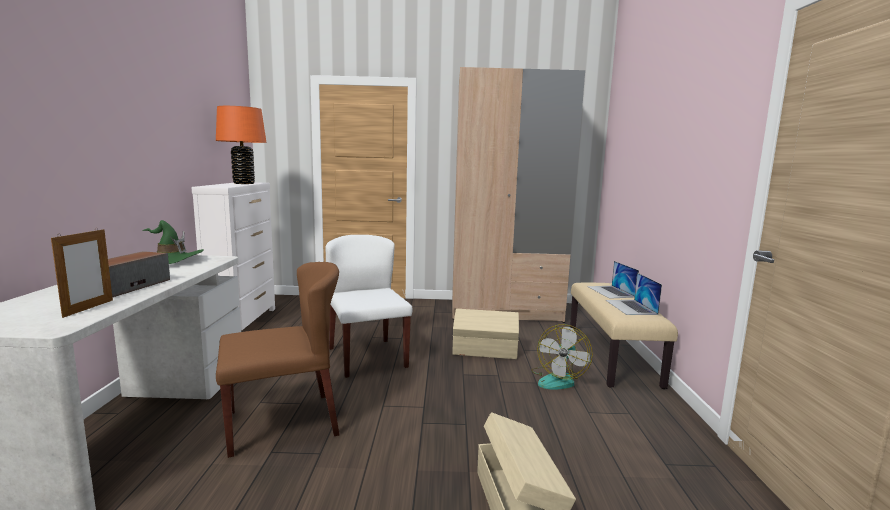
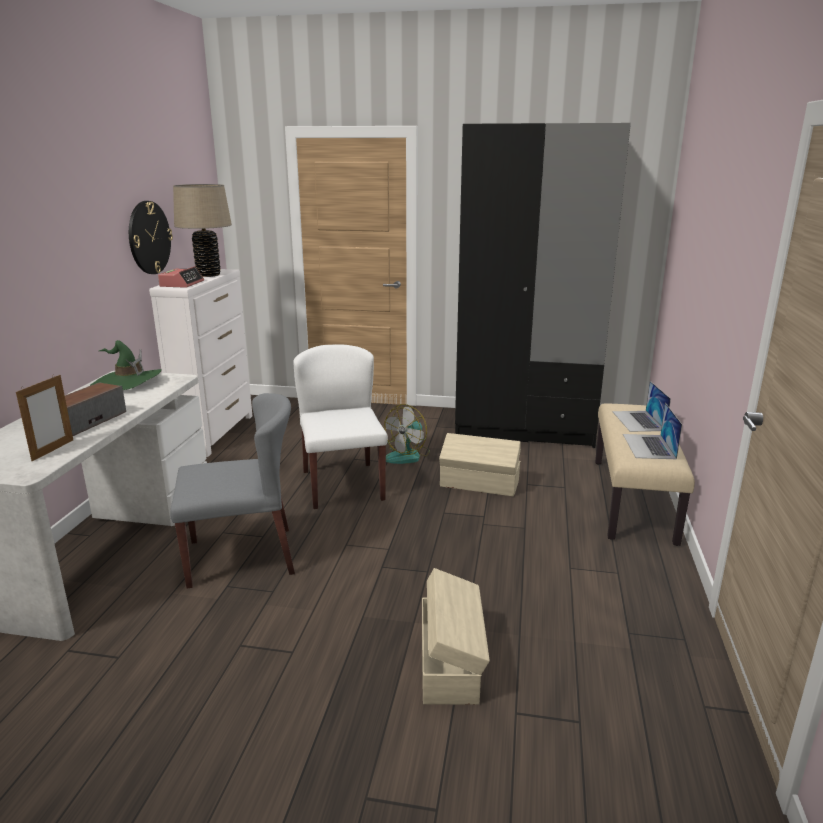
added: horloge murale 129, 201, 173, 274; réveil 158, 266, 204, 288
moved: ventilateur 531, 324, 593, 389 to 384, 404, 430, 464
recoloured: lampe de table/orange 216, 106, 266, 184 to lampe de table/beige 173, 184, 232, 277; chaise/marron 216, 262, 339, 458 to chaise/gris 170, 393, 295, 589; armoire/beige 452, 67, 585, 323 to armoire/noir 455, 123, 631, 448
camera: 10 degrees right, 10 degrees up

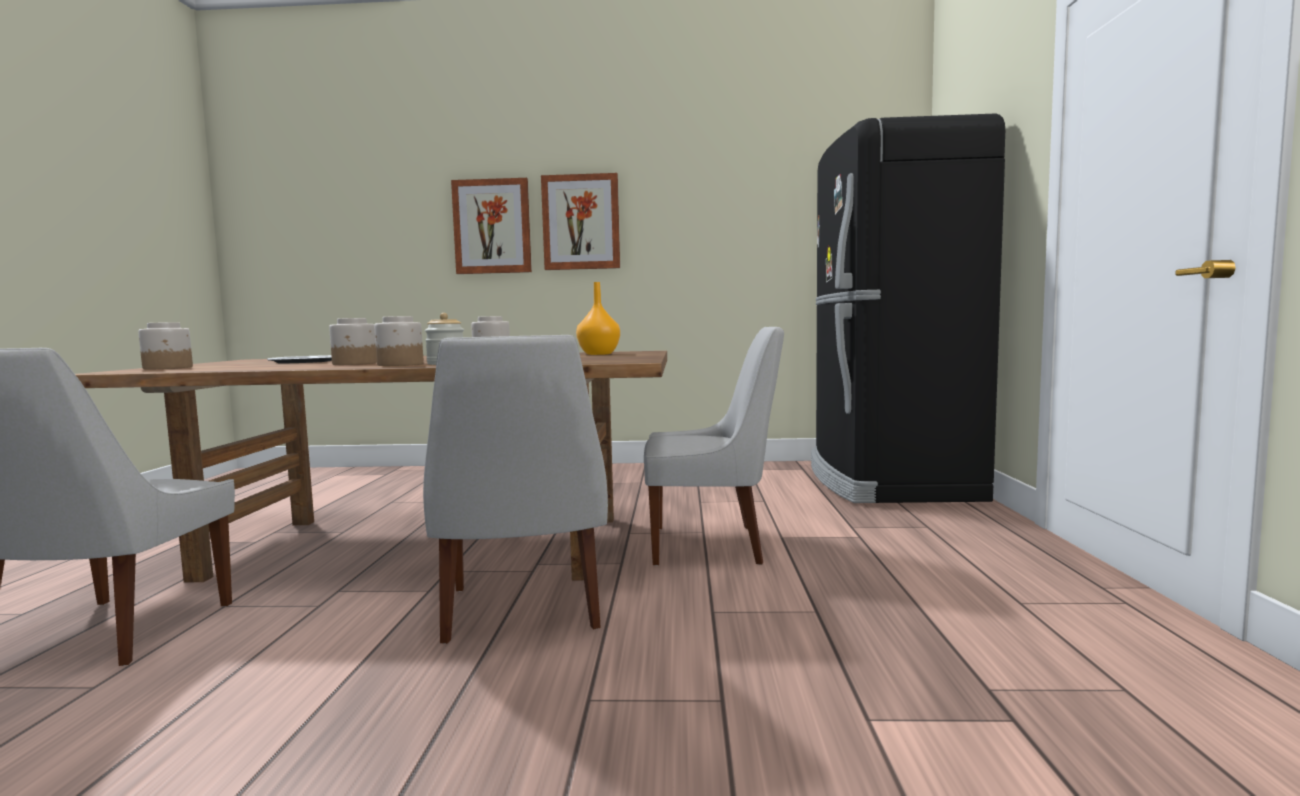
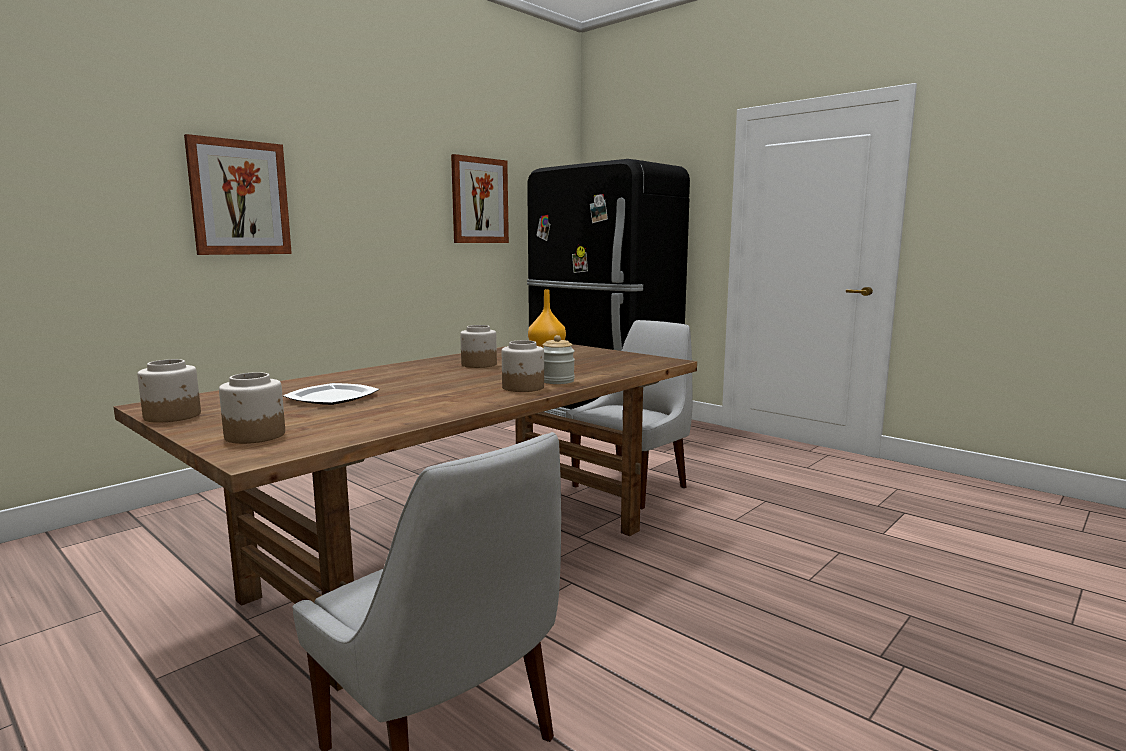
removed: chaise/blanc 423, 335, 608, 644
moved: bocal 329, 318, 377, 365 to 137, 359, 201, 423; tableau 541, 173, 620, 270 to 451, 154, 509, 243
camera: 50 degrees left, 5 degrees up

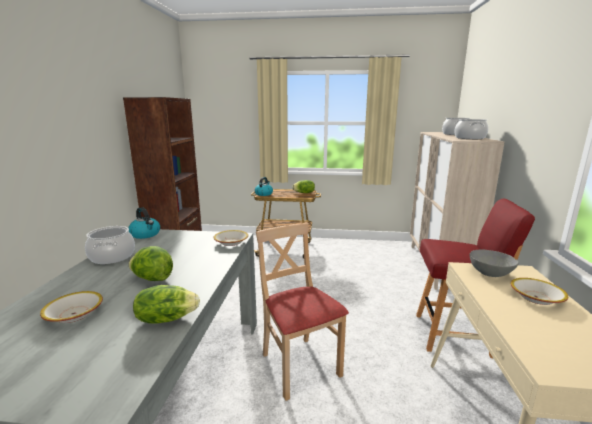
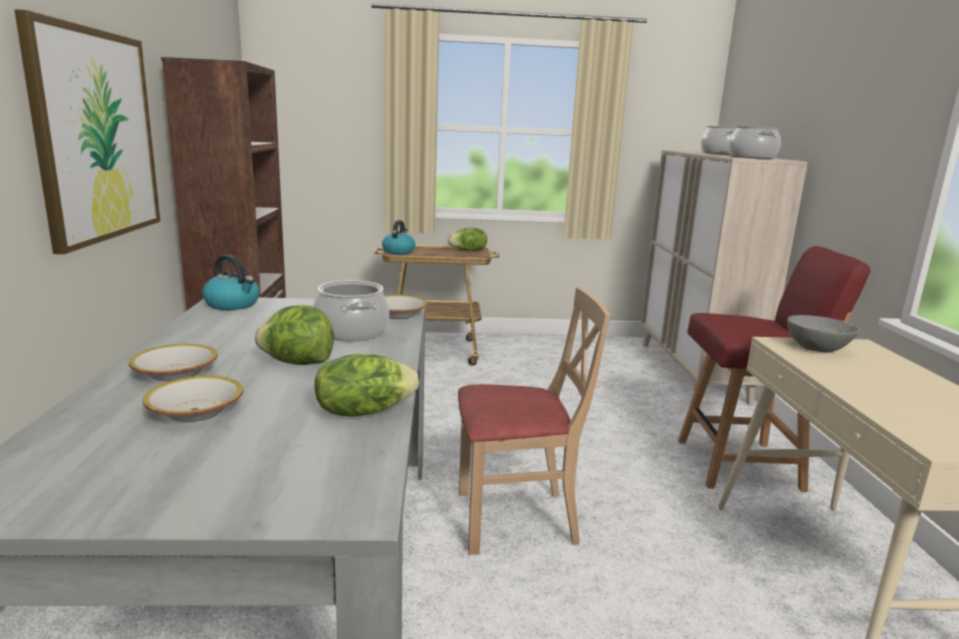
added: tableau 14, 9, 160, 254
moved: marmite 85, 226, 135, 264 to 313, 280, 389, 341; bol 511, 278, 568, 305 to 129, 344, 218, 381
turned: chaise/beige 256, 223, 349, 401 = 458, 287, 611, 555 120 degrees clockwise
camera: 10 degrees left, 0 degrees up

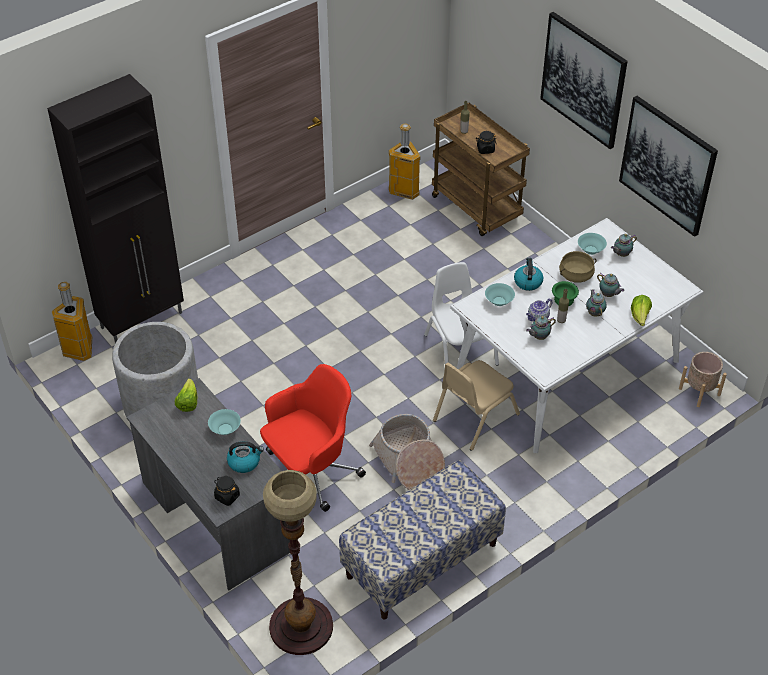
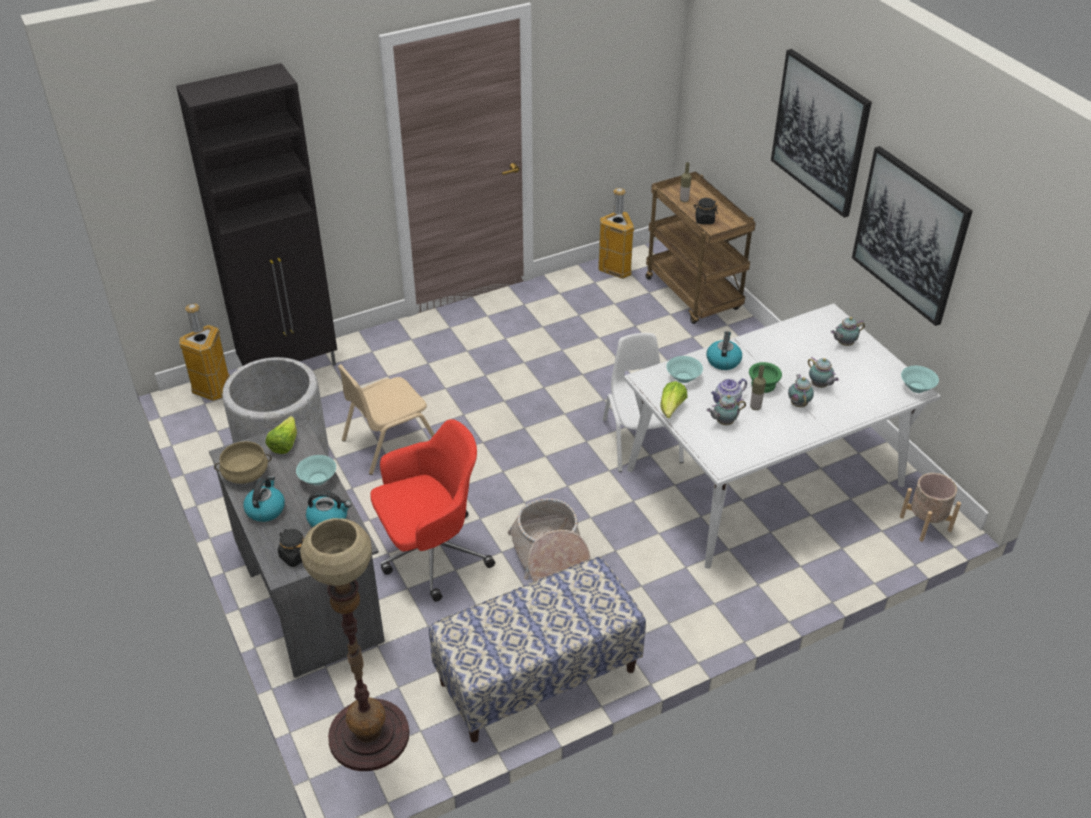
added: bouilloire 243, 476, 285, 522
moved: chaise/beige 433, 360, 520, 451 to 338, 364, 435, 475; marmite/beige 559, 251, 596, 283 to 214, 441, 272, 484; bol/turquoise 578, 233, 607, 255 to 901, 366, 939, 393; laitue 631, 295, 652, 326 to 661, 381, 687, 418
camera: 10 degrees right, 5 degrees down

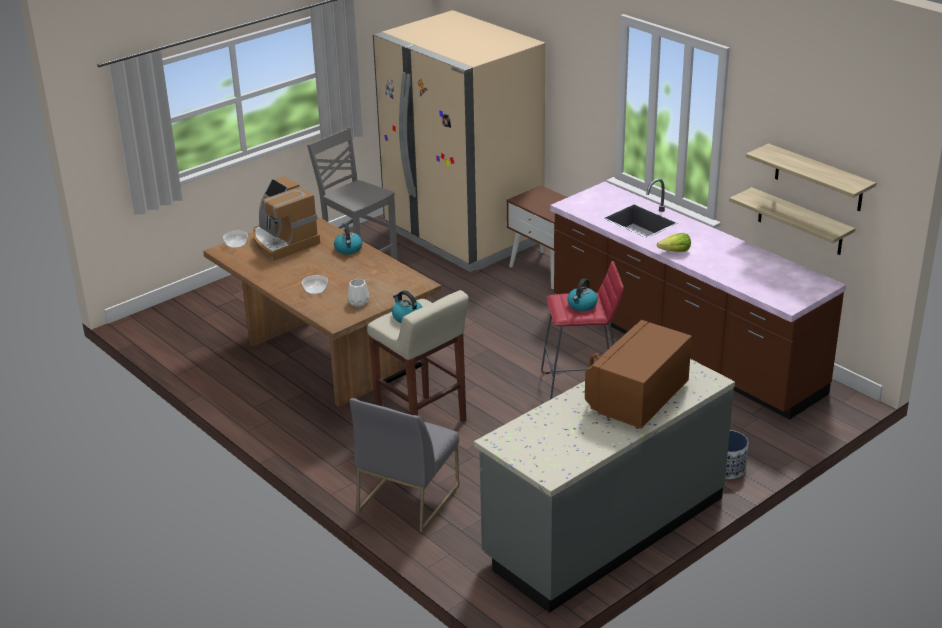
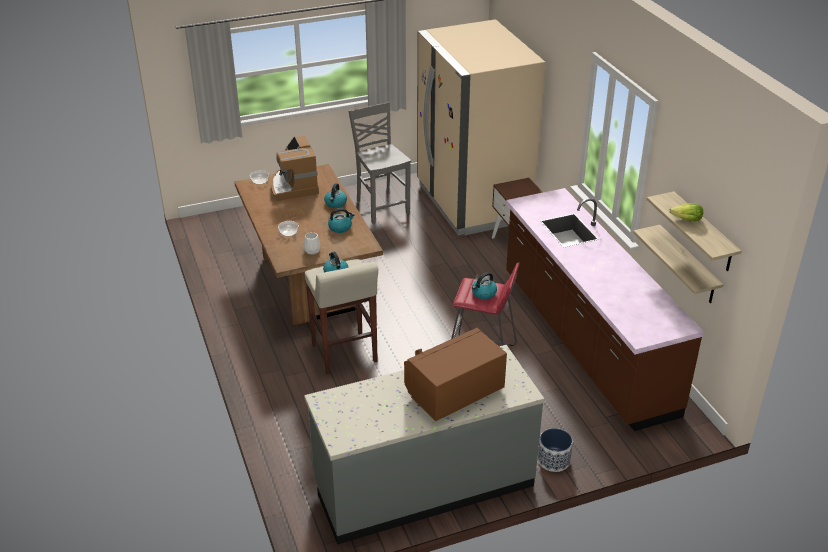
removed: chaise/gris 350, 398, 459, 532
added: bouilloire 328, 208, 355, 233
moved: laitue 657, 233, 691, 252 to 670, 203, 703, 222
camera: 20 degrees right, 5 degrees up

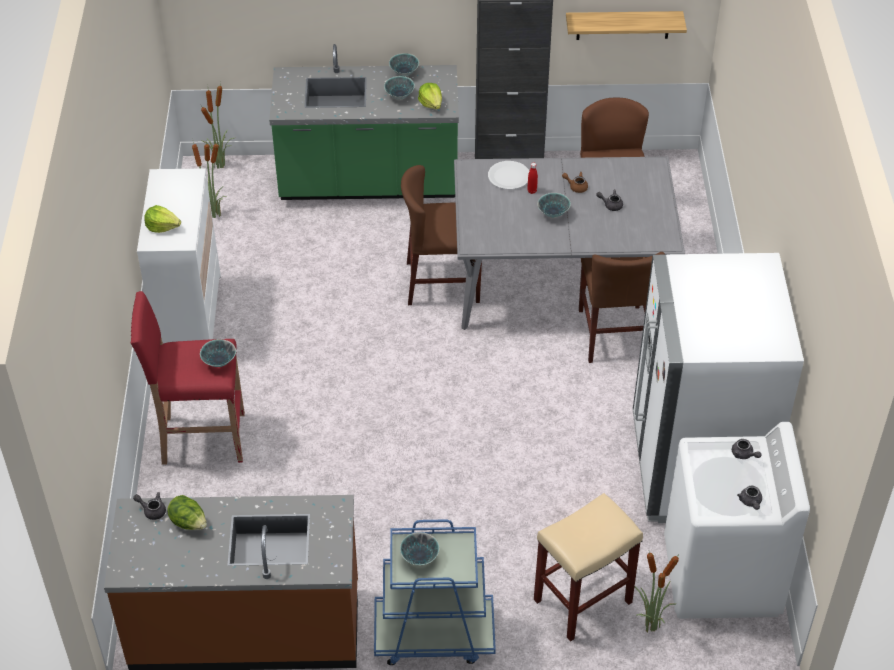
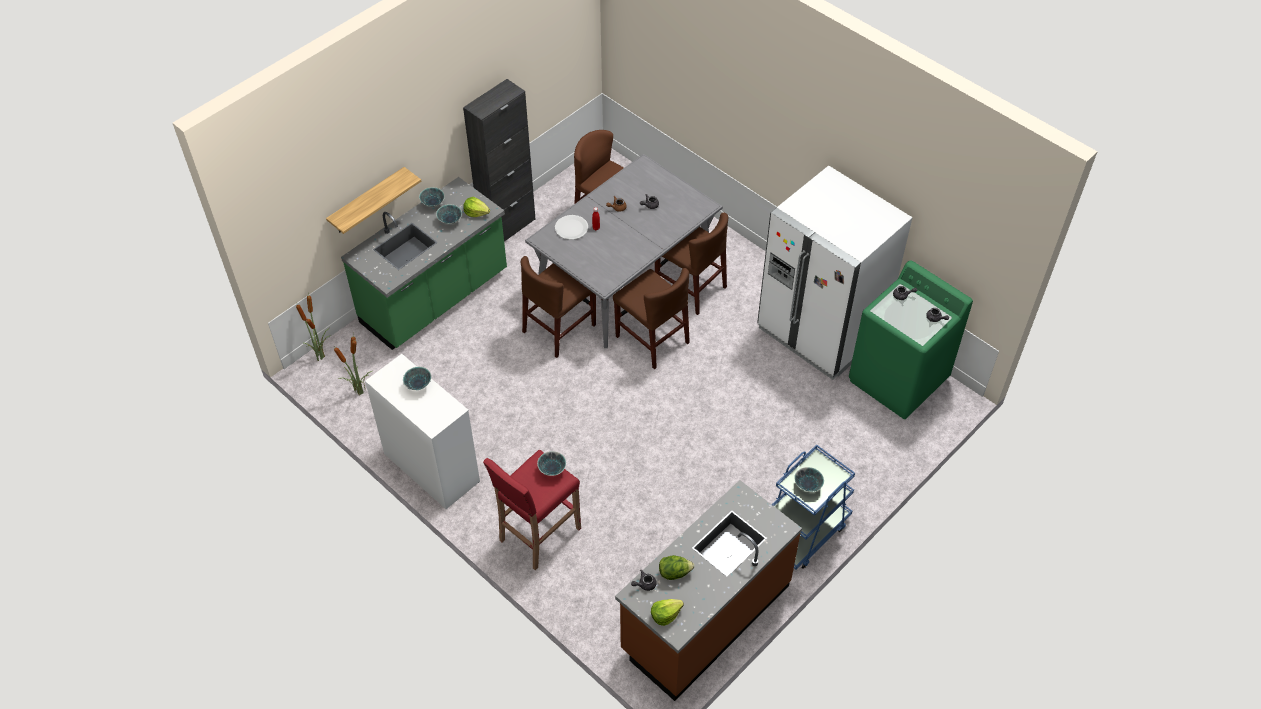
removed: tabouret/beige 534, 493, 643, 642; plante en pot 634, 552, 680, 633
added: chaise/marron 613, 268, 690, 369
moved: laitue 144, 205, 181, 233 to 651, 599, 684, 626; bol 537, 193, 571, 218 to 403, 367, 431, 391; étagère 566, 11, 687, 40 to 326, 167, 421, 234
recoloured: lave-linge/blanc 664, 422, 810, 619 to lave-linge/vert 849, 260, 973, 419
camera: 45 degrees left, 5 degrees up

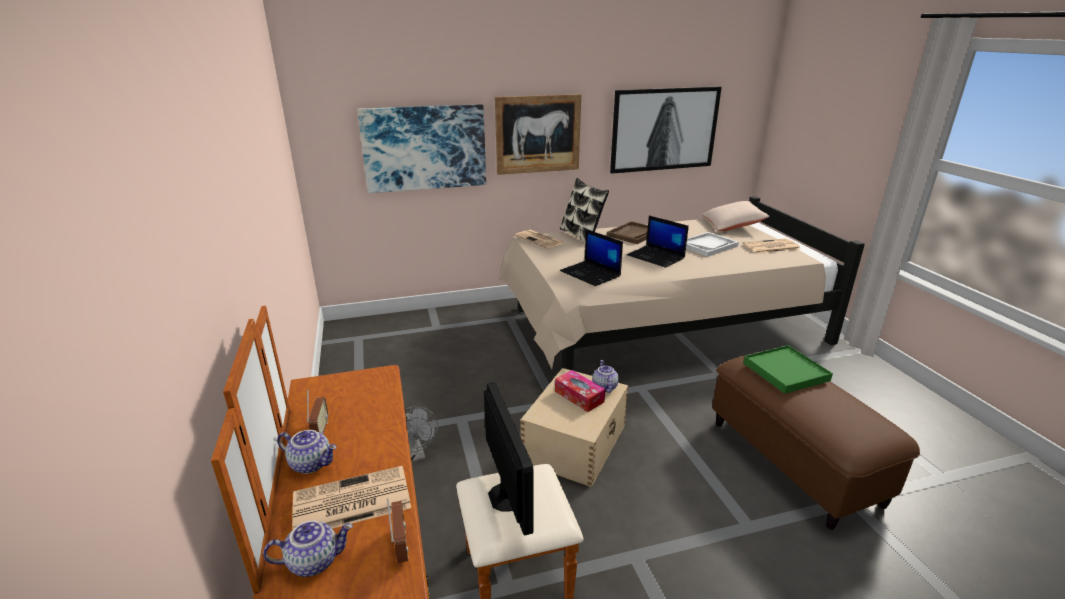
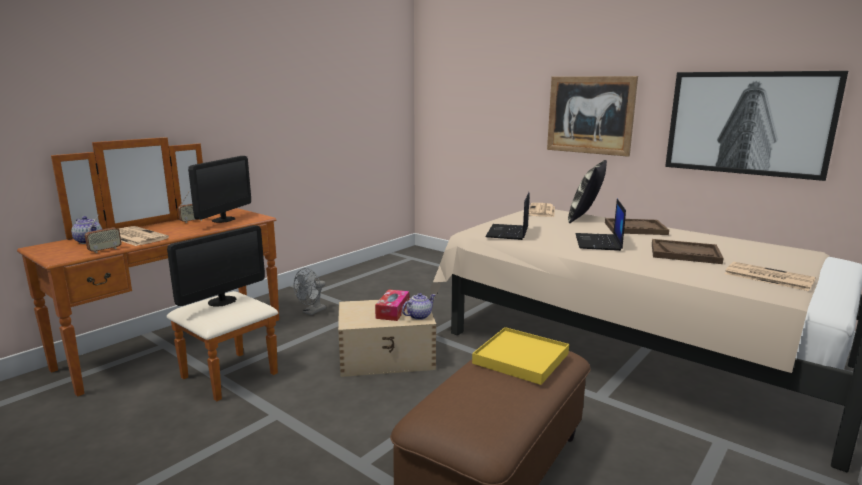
removed: théière 277, 430, 337, 474; tableau 357, 104, 486, 193; coussin/beige 702, 201, 770, 231
added: écran d'ordinateur 188, 156, 251, 223
recoloured: plateau/blanc 686, 232, 739, 257 to plateau/marron 652, 239, 724, 264; plateau/vert 743, 345, 833, 394 to plateau/jaune 472, 327, 569, 385
camera: 55 degrees right, 10 degrees down

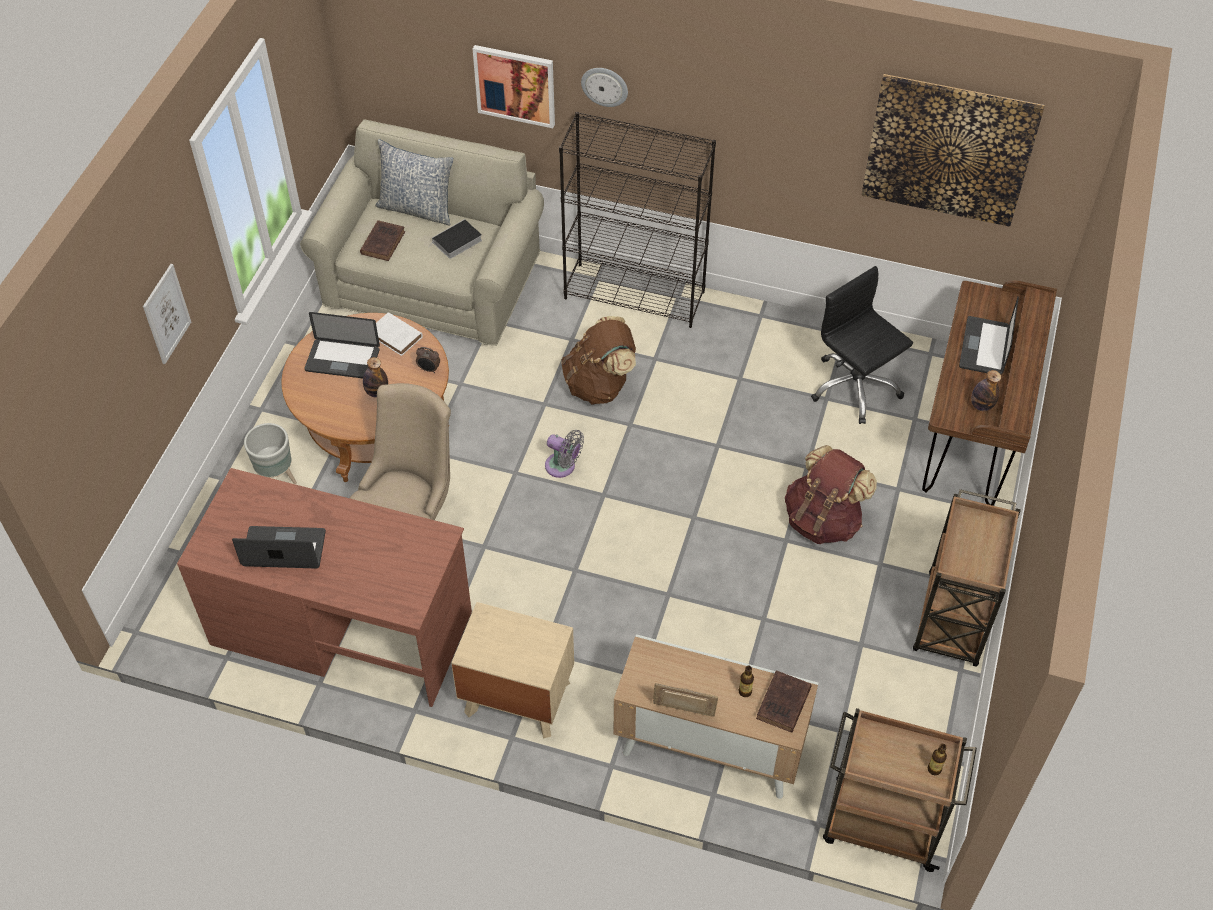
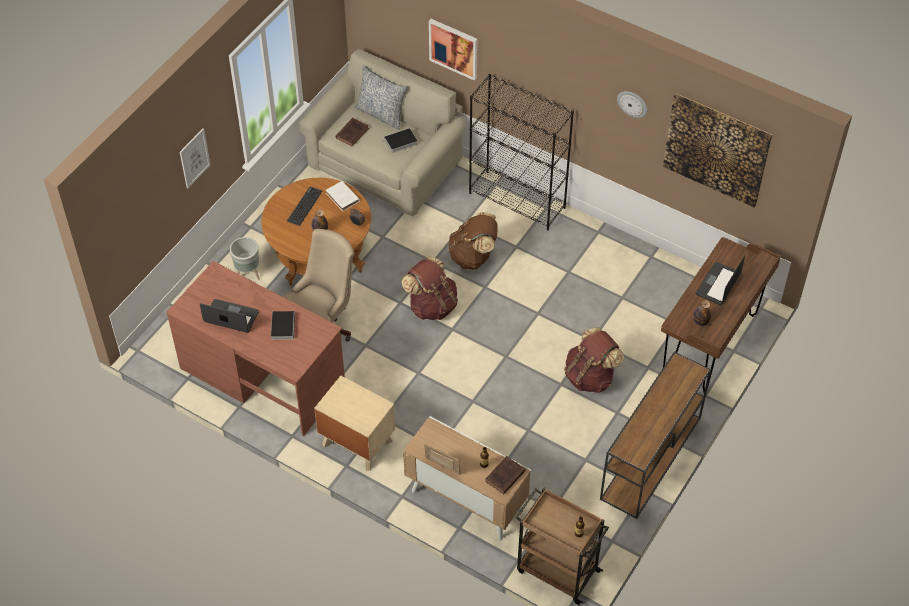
removed: chaise de bureau/noir 811, 266, 913, 424
added: livre 271, 311, 295, 340
moved: horloge murale 581, 68, 628, 107 to 617, 91, 647, 118
replaced: ordinateur portable 304, 312, 380, 378 to clavier 287, 187, 322, 226; ventilateur/gris 545, 430, 584, 478 to sac à dos/marron 402, 256, 458, 320; chariot/marron 913, 489, 1021, 667 to table console/marron 600, 351, 711, 519
camera: 15 degrees right, 0 degrees up

